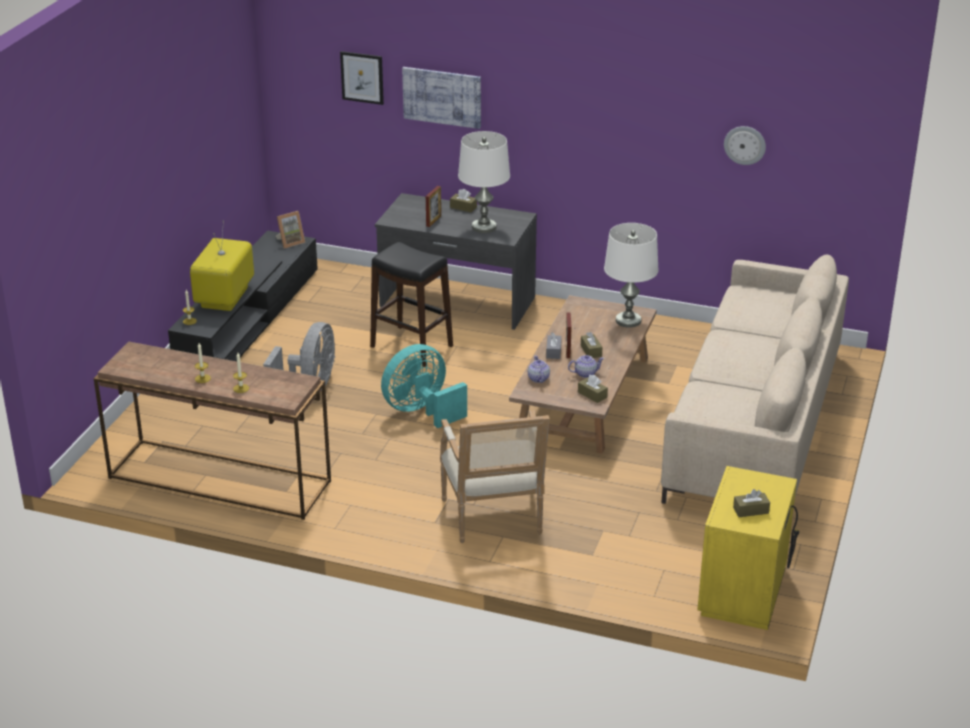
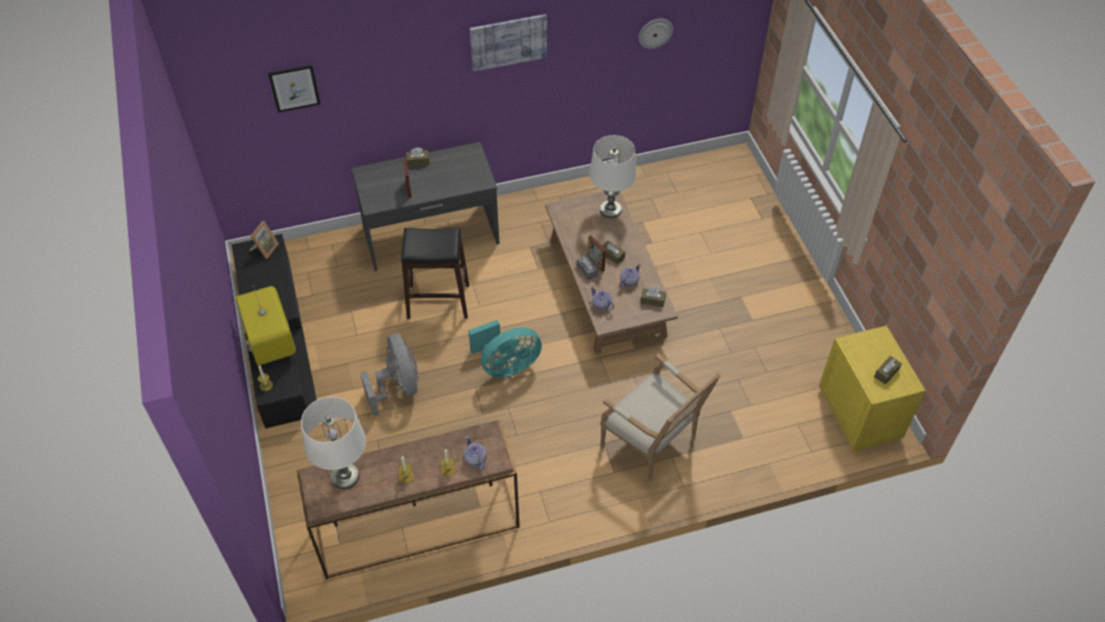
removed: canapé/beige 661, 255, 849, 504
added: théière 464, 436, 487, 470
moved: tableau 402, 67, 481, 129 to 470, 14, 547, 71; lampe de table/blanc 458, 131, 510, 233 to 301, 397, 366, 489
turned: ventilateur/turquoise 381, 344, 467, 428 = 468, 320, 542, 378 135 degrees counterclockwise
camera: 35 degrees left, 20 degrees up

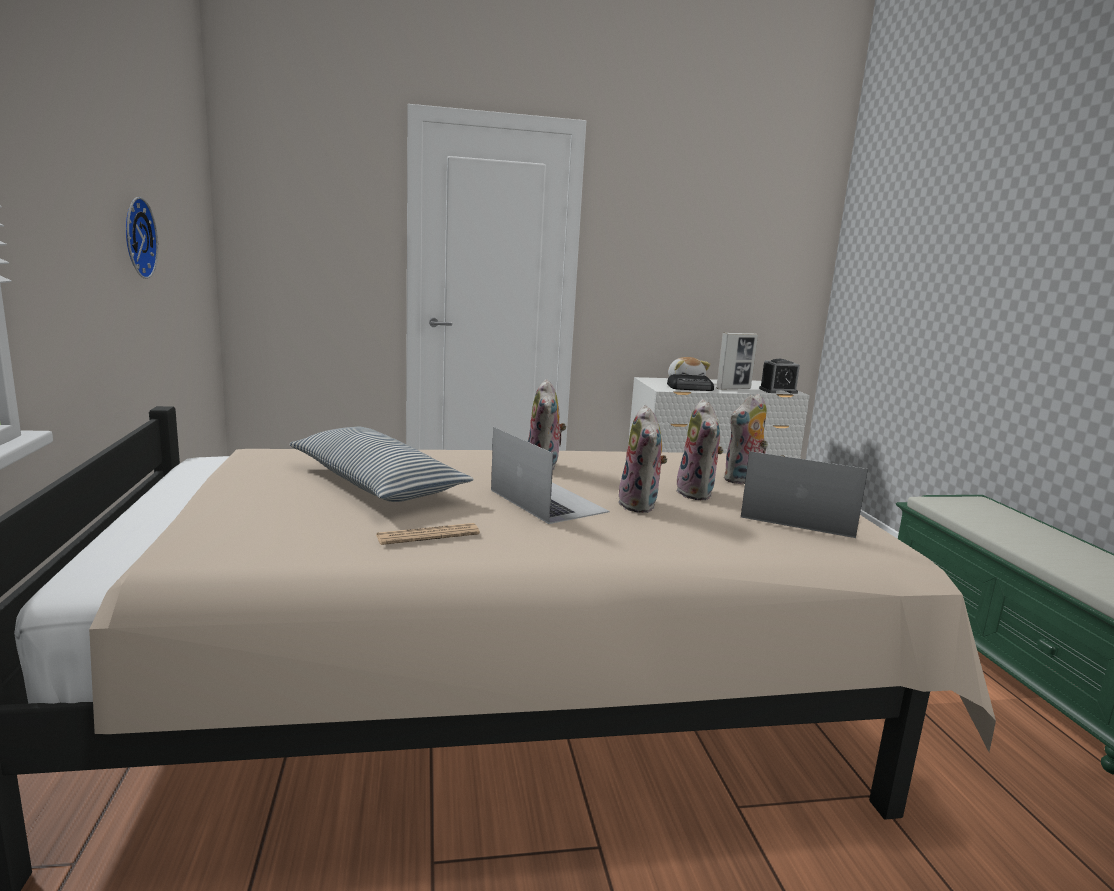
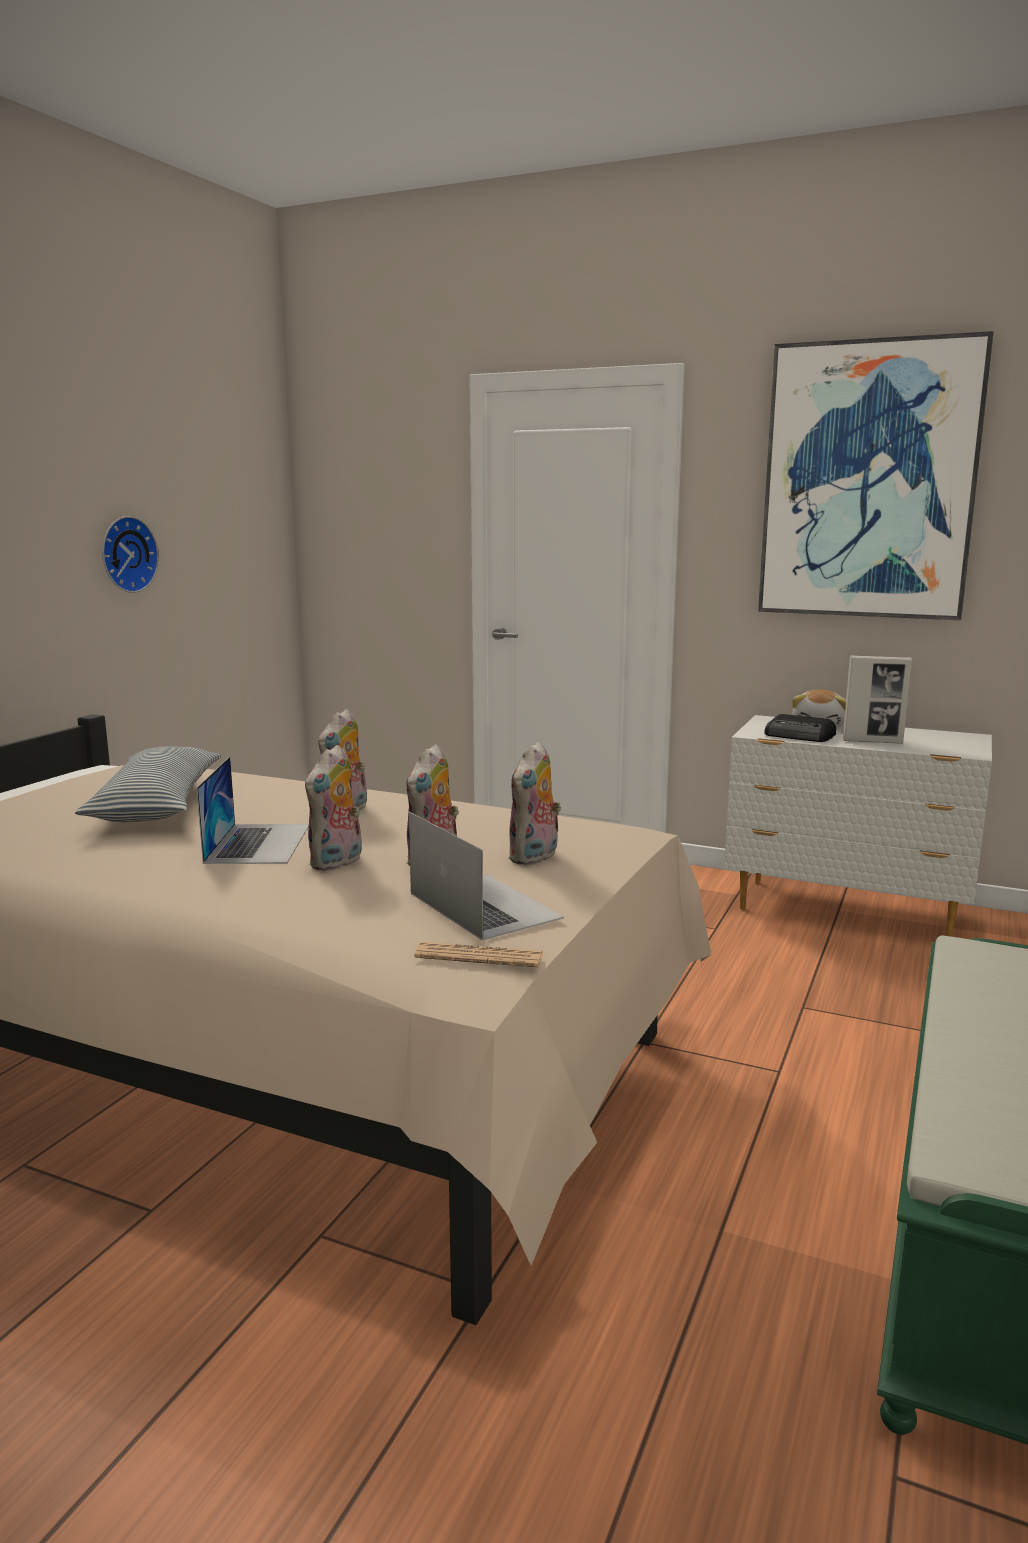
removed: réveil 759, 359, 800, 394
added: tableau 758, 331, 993, 620
moved: journal 376, 523, 480, 545 to 415, 942, 543, 967
turned: peluche 723, 393, 768, 484 = 508, 741, 561, 865 60 degrees counterclockwise
camera: 35 degrees right, 0 degrees up

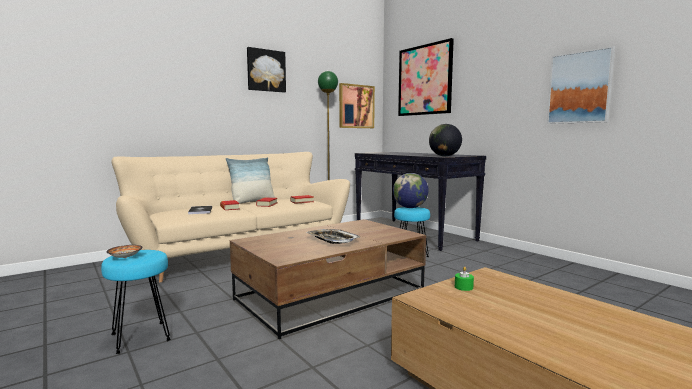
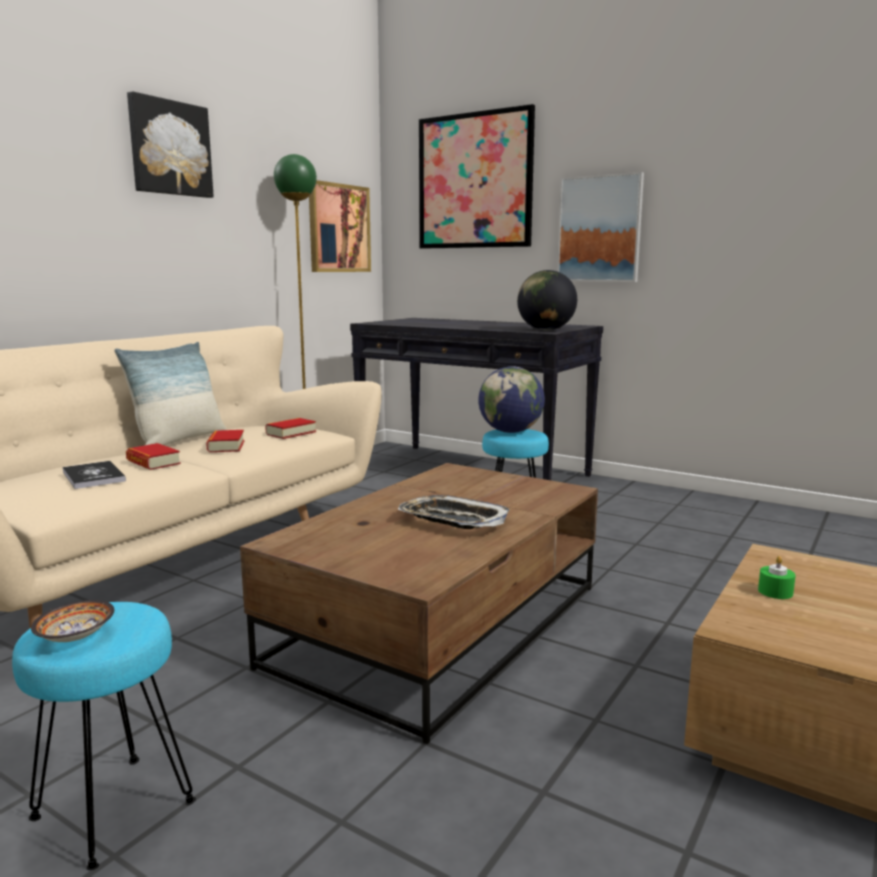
moved: tableau 547, 46, 615, 124 to 557, 172, 644, 282
camera: 20 degrees left, 5 degrees up

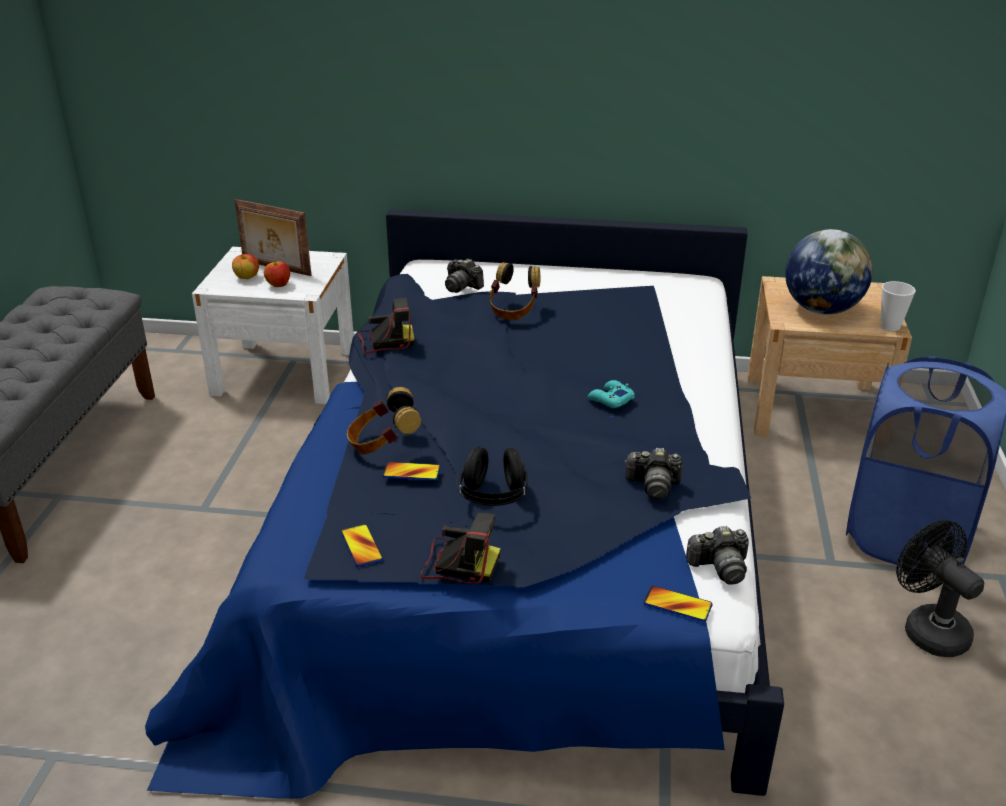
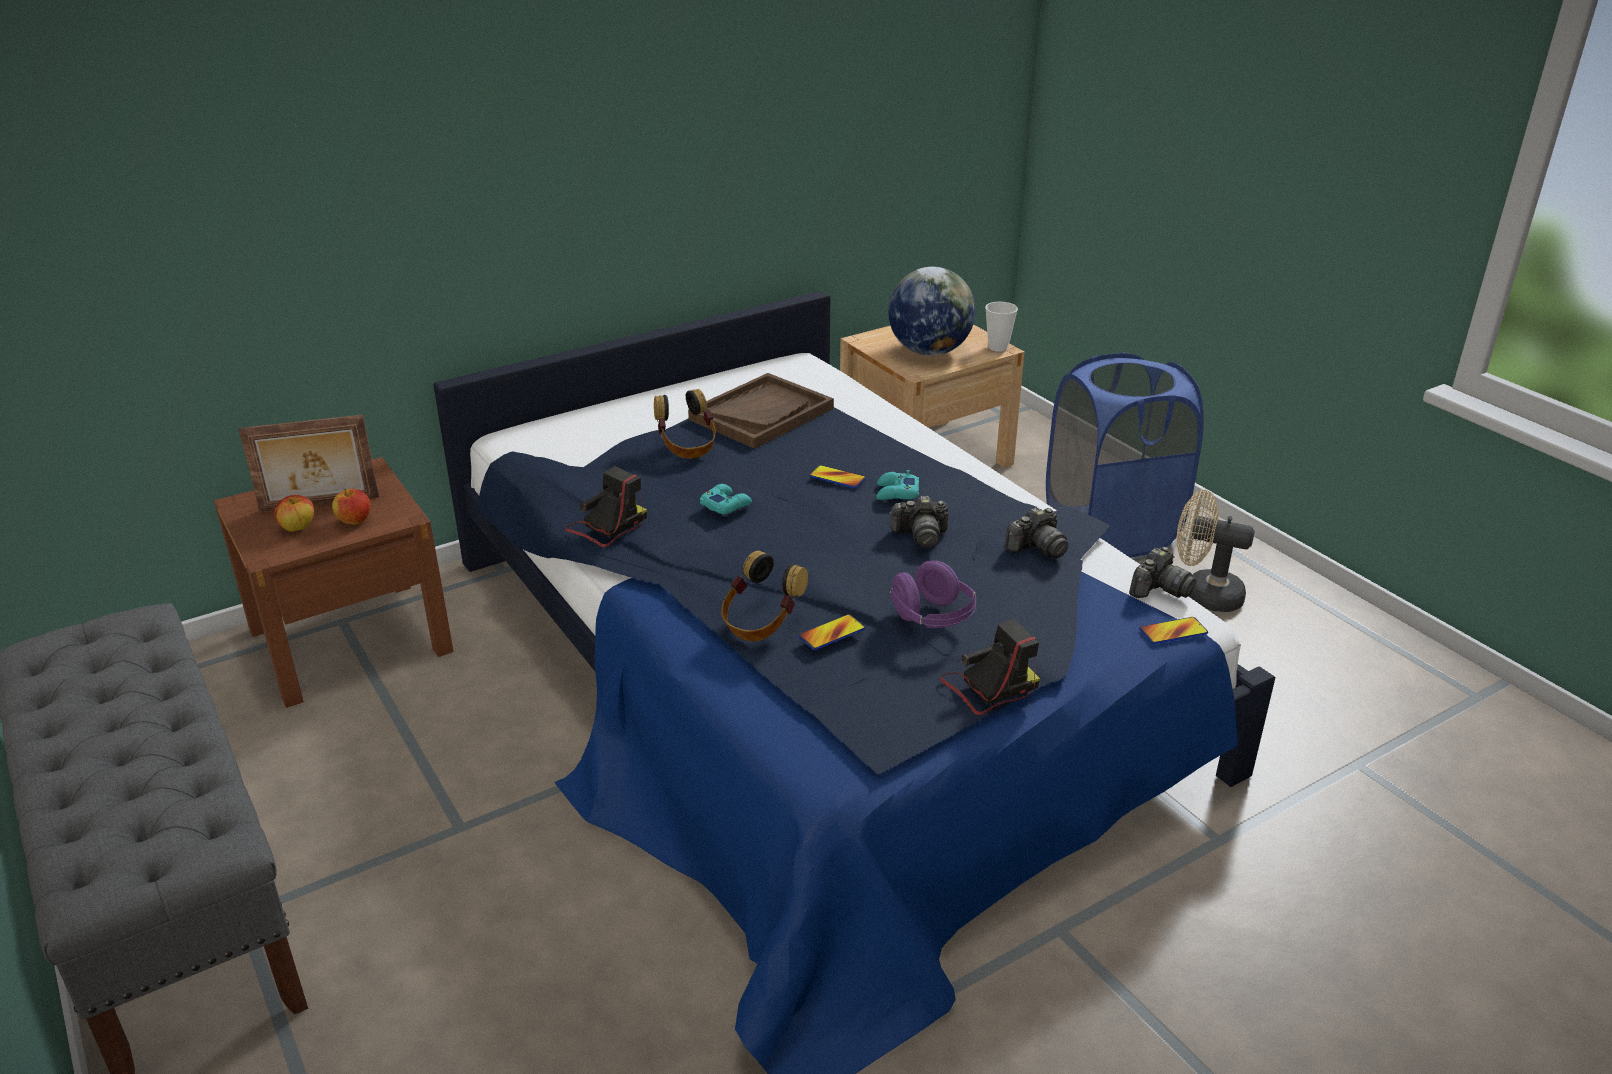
added: plateau/marron 688, 373, 834, 449; manette/turquoise 700, 484, 752, 514
moved: téléphone 341, 524, 383, 567 to 809, 465, 866, 488; appareil photo 445, 259, 484, 293 to 889, 496, 949, 548
recoloured: table de chevet/blanc 192, 247, 354, 404 to table de chevet/marron 214, 457, 454, 708; casque audio/noir 459, 446, 528, 506 to casque audio/violet 889, 560, 976, 628; ventilateur/noir 896, 520, 984, 657 to ventilateur/beige 1177, 490, 1255, 612
camera: 40 degrees left, 0 degrees up

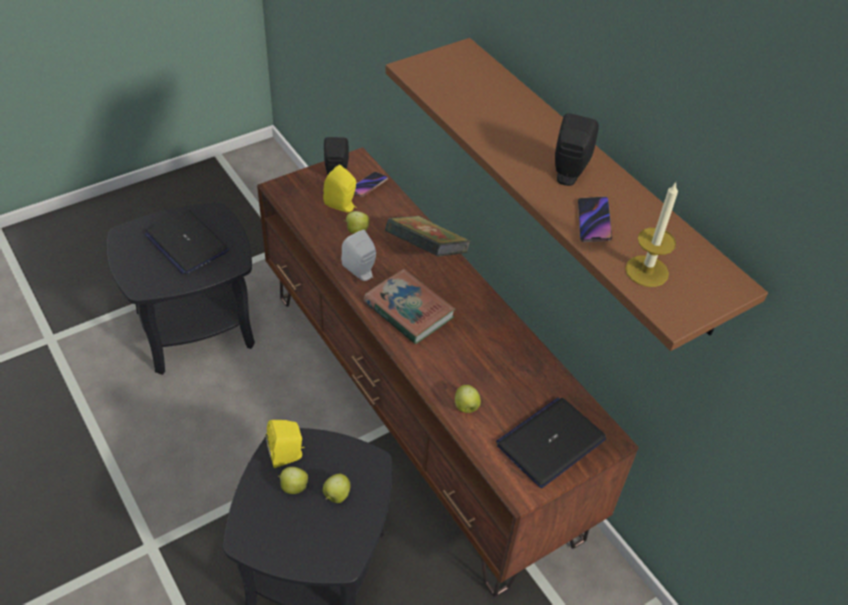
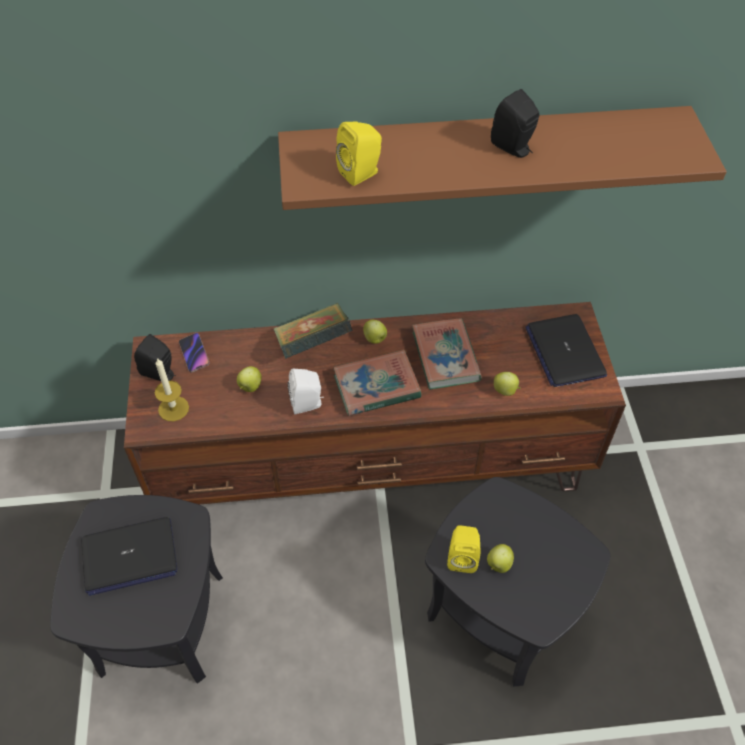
removed: téléphone 578, 196, 612, 242
added: livre 412, 319, 482, 389
moved: enceinte/jaune 323, 164, 357, 212 to 336, 122, 382, 186; pomme 323, 474, 351, 503 to 363, 320, 387, 344; bougie 625, 182, 678, 287 to 155, 358, 189, 421
camera: 60 degrees left, 5 degrees up

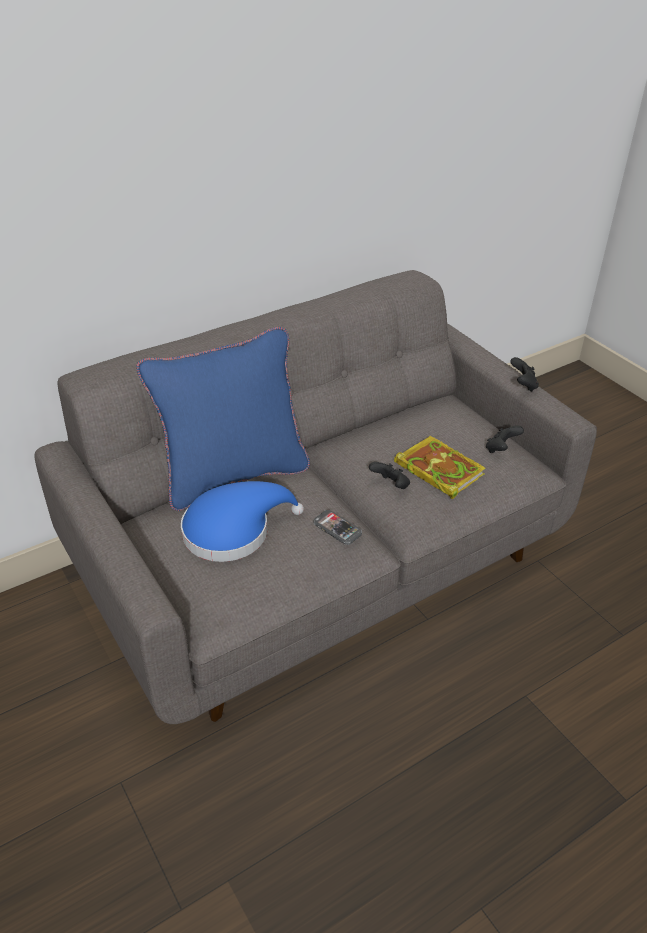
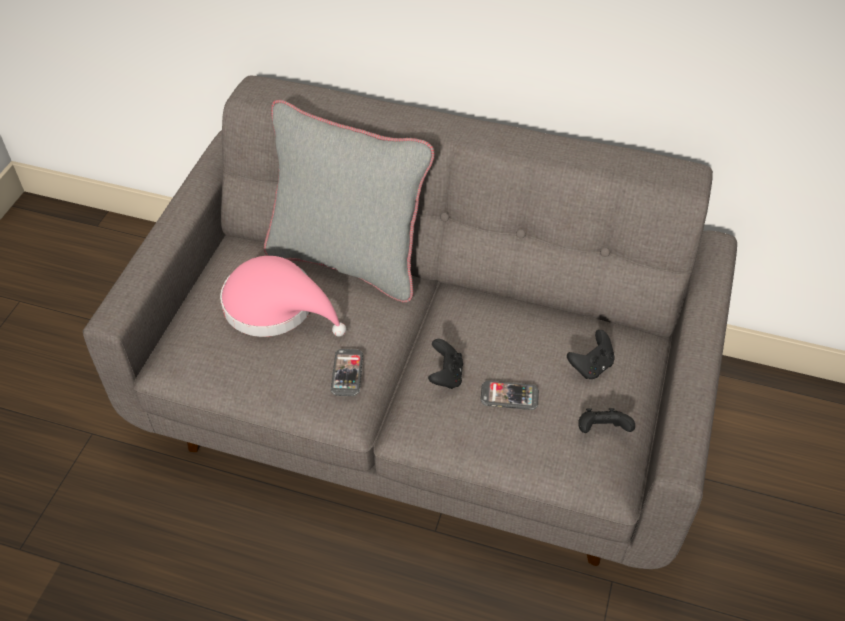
moved: manette/noir 510, 357, 539, 392 to 567, 330, 615, 379
replaced: livre 394, 436, 485, 499 to téléphone 480, 381, 539, 410
recoloured: coussin/bleu 136, 327, 310, 511 to coussin/gris 264, 100, 435, 303; chapeau/bleu 181, 481, 304, 562 to chapeau/rose 220, 256, 346, 337
camera: 50 degrees right, 10 degrees up

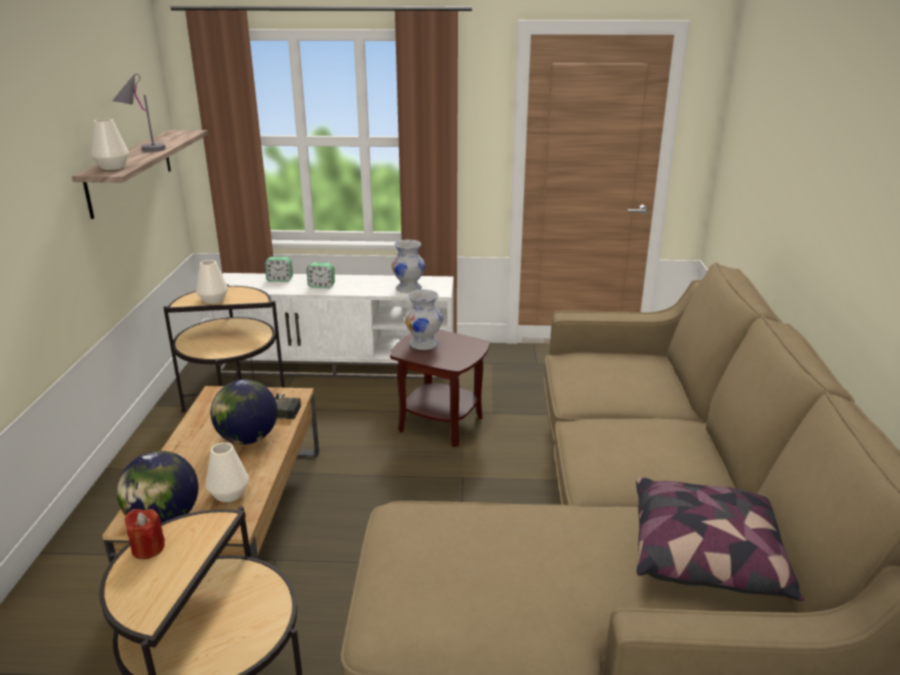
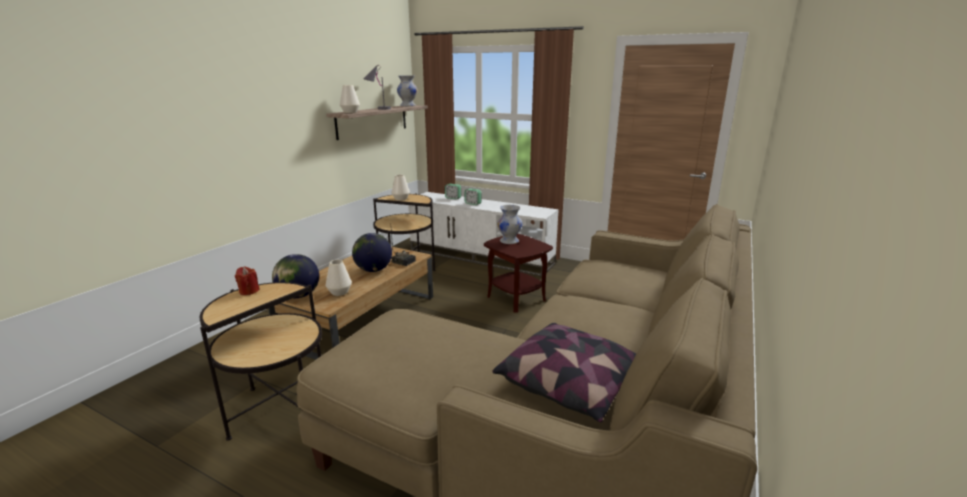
moved: vase/blanc 392, 240, 425, 293 to 397, 75, 417, 106
camera: 25 degrees right, 5 degrees down

